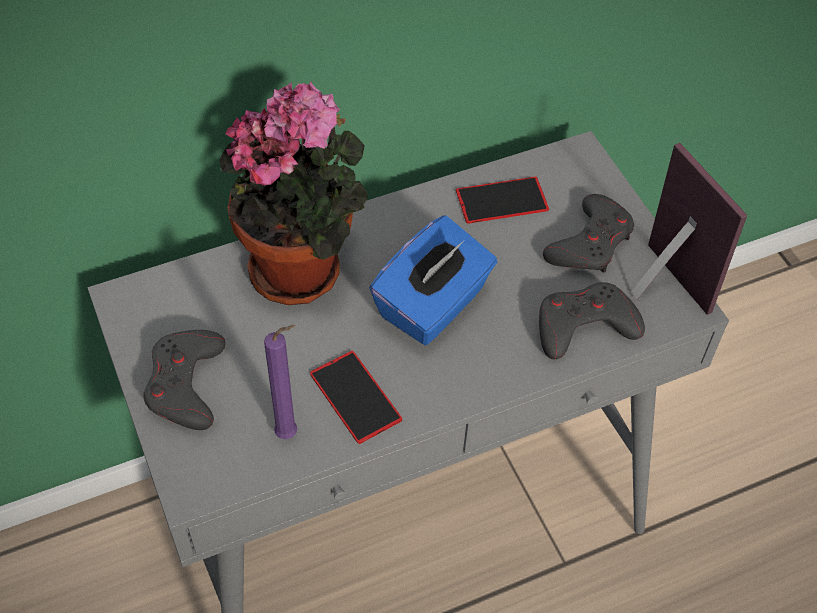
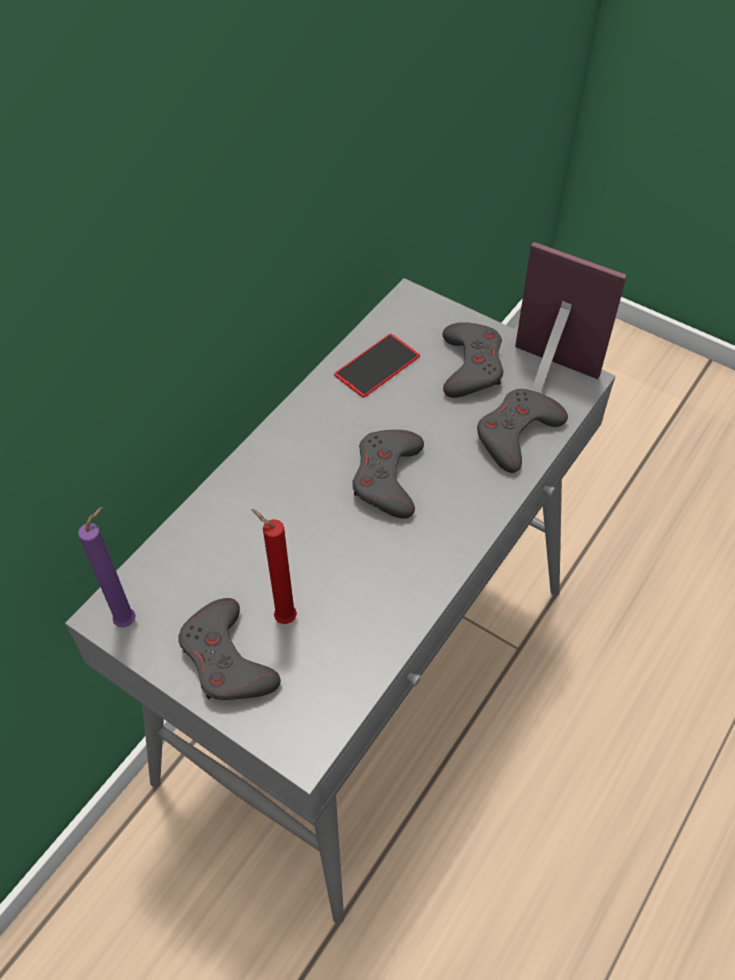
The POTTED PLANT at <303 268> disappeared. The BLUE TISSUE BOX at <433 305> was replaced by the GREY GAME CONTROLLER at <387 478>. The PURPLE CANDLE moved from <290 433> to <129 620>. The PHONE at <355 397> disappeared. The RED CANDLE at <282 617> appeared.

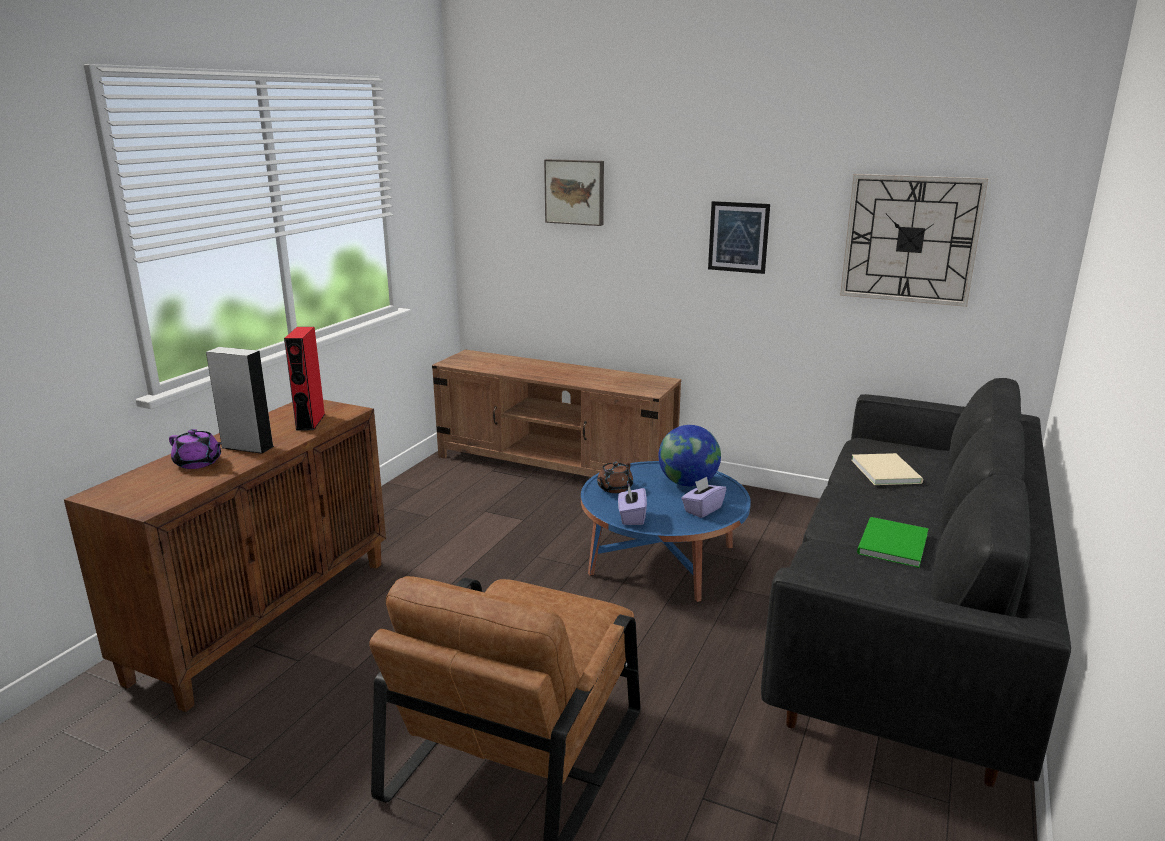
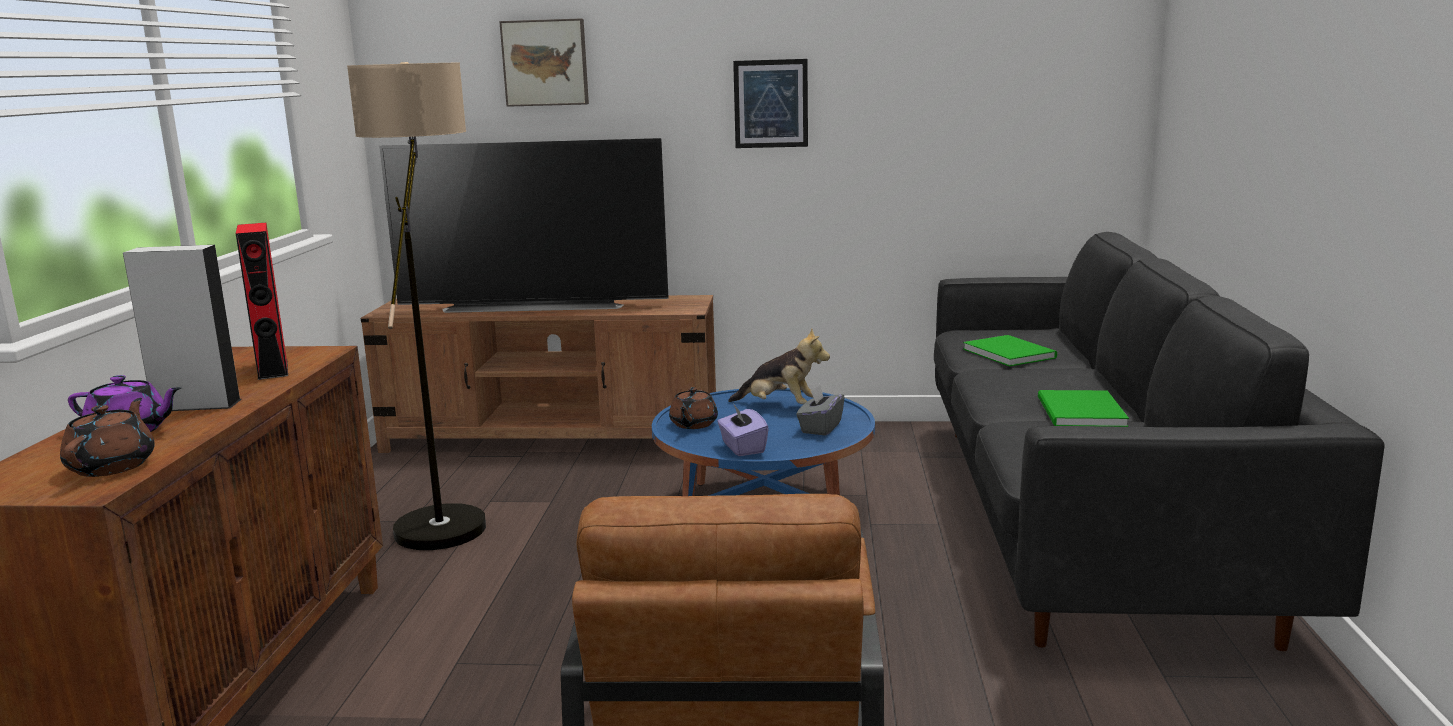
The WALL CLOCK at <910 239> disappeared. The GLOBE at <688 483> was replaced by the PLUSH TOY at <780 406>. The BEIGE BOOK at <886 470> became the GREEN BOOK at <1009 352>. The PURPLE TISSUE BOX at <702 509> became the GREY TISSUE BOX at <820 428>. The FLOOR LAMP at <447 515> appeared. The TELEVISION at <535 305> appeared. The BROWN TEAPOT at <113 466> appeared.

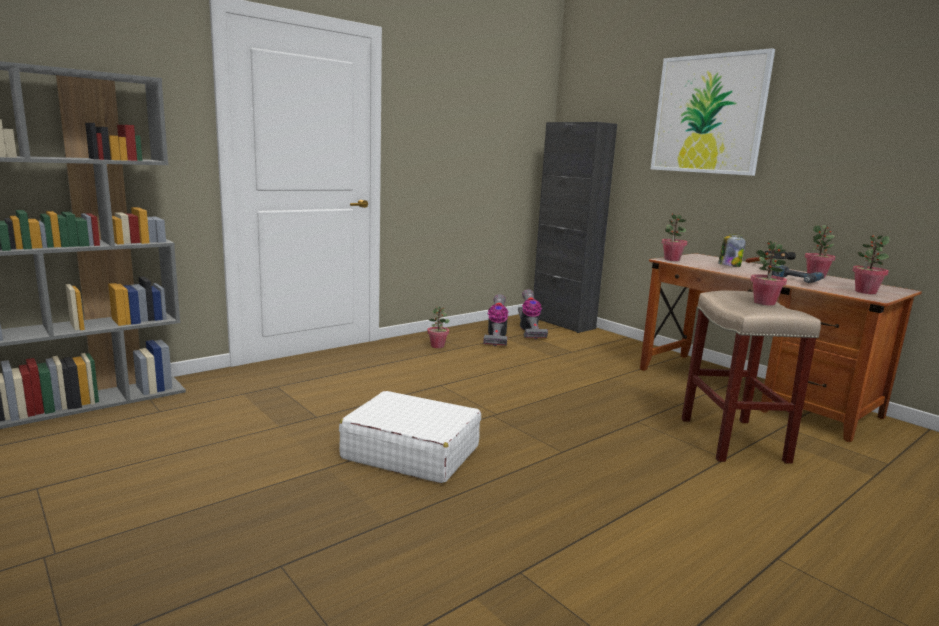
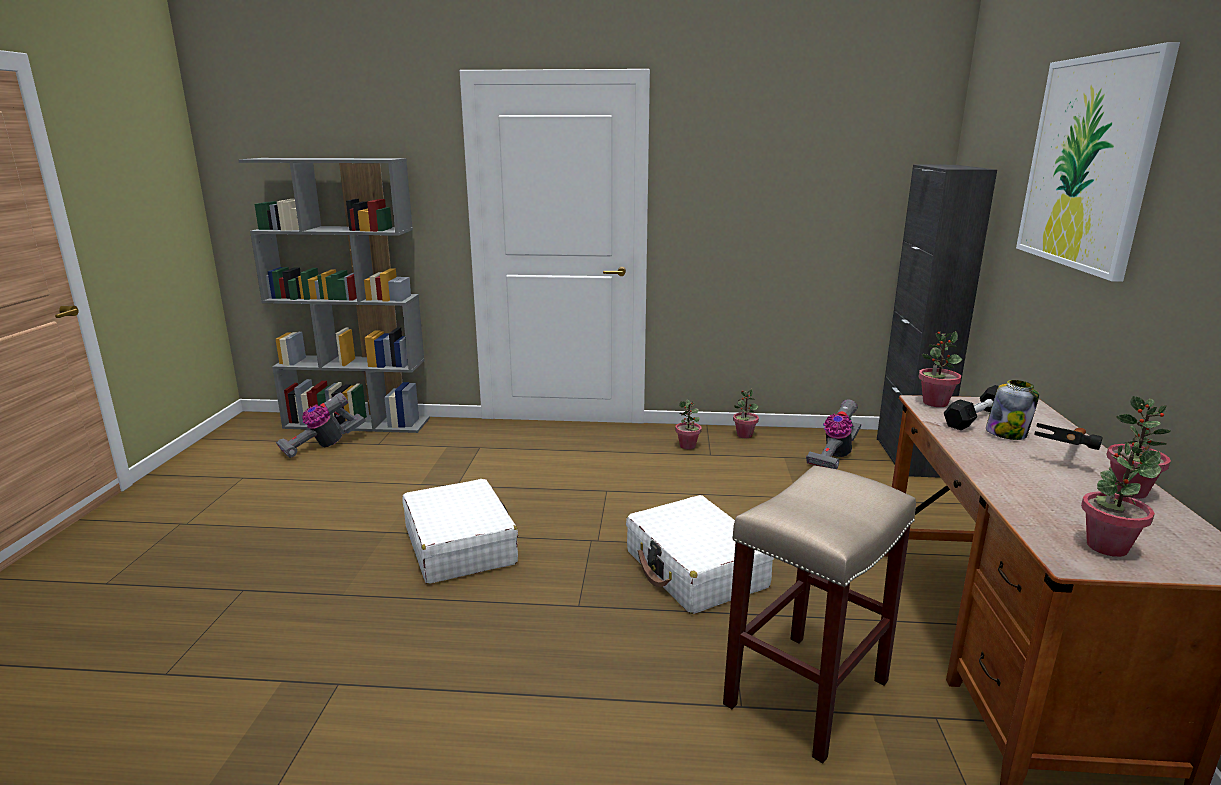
The POTTED PLANT moved from <764 303> to <744 435>. The POWER DRILL at <793 280> disappeared. The VACUUM CLEANER moved from <496 338> to <322 446>. The BLACK DUMBBELL at <976 418> appeared. The WHITE SUITCASE at <695 570> appeared.

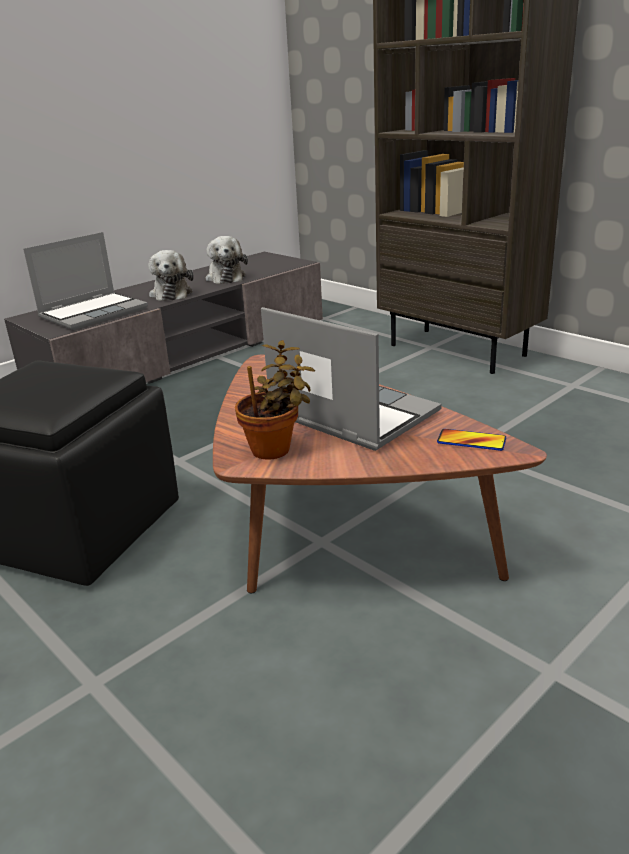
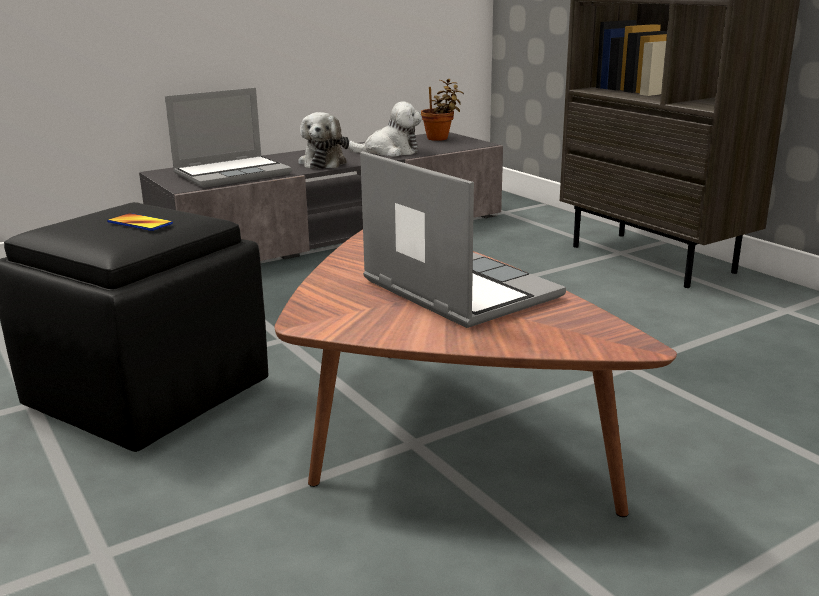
The PLUSH TOY at <225 277> turned 90 degrees counterclockwise. The POTTED PLANT moved from <275 450> to <440 138>. The PHONE moved from <471 441> to <140 223>.

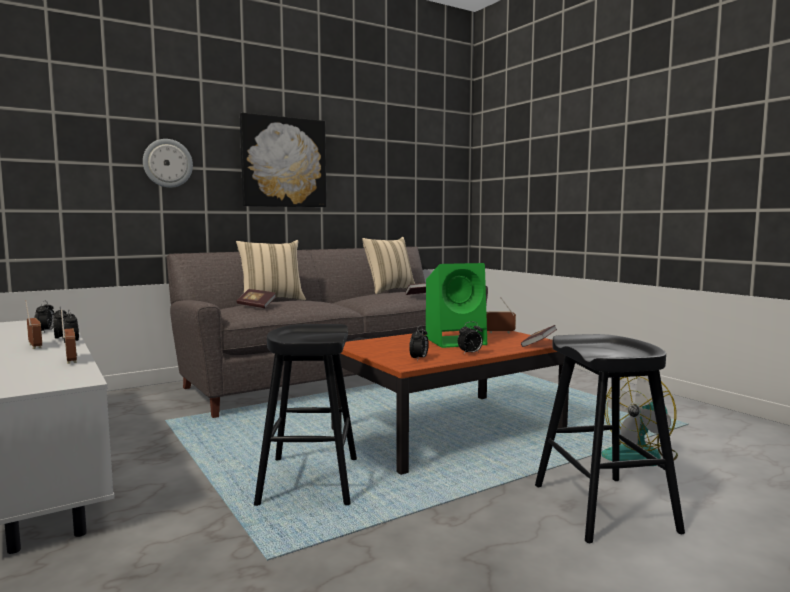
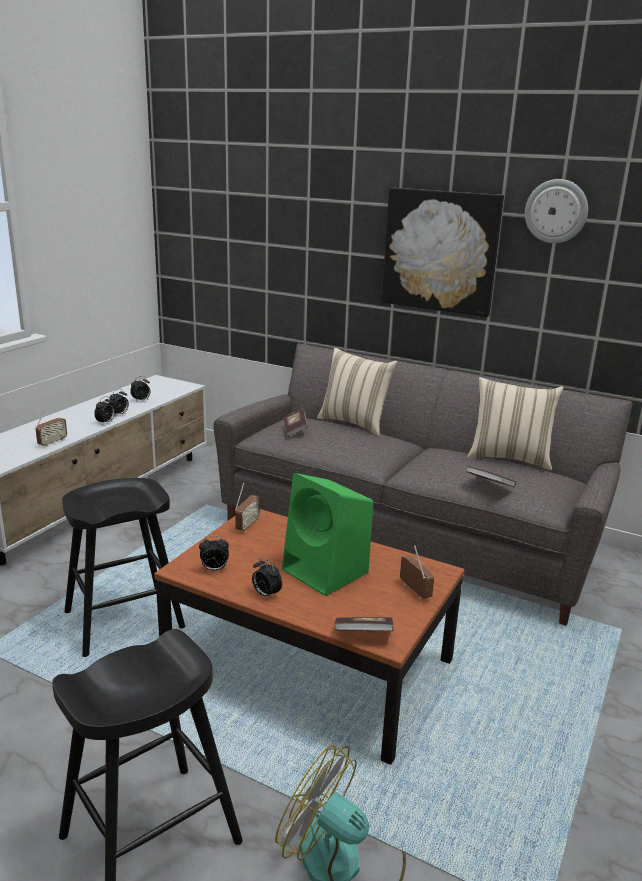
The WALL CLOCK moved from <167 163> to <556 211>. The RADIO moved from <34 346> to <247 525>.

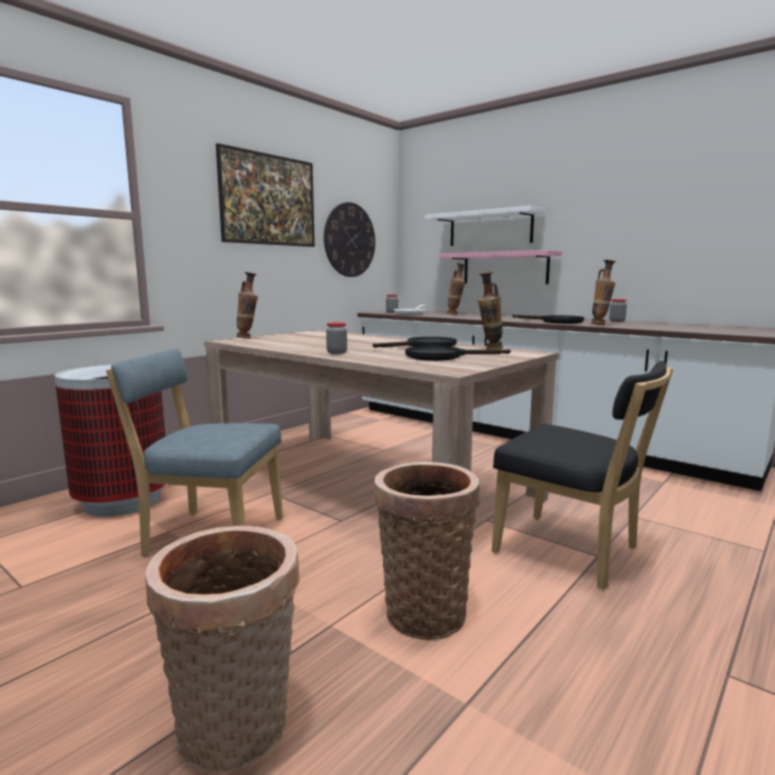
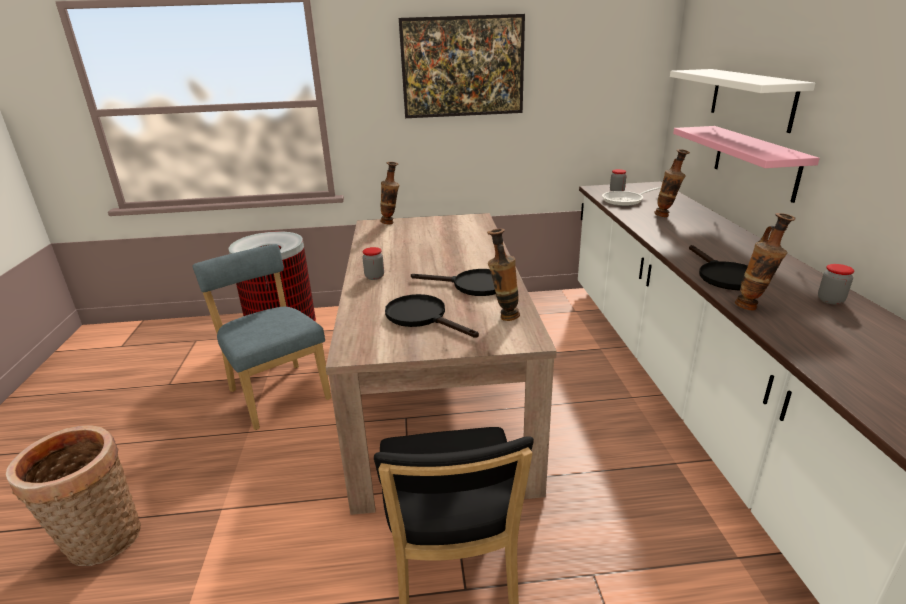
The WALL CLOCK at <349 240> disappeared. The BASKET at <424 610> disappeared.

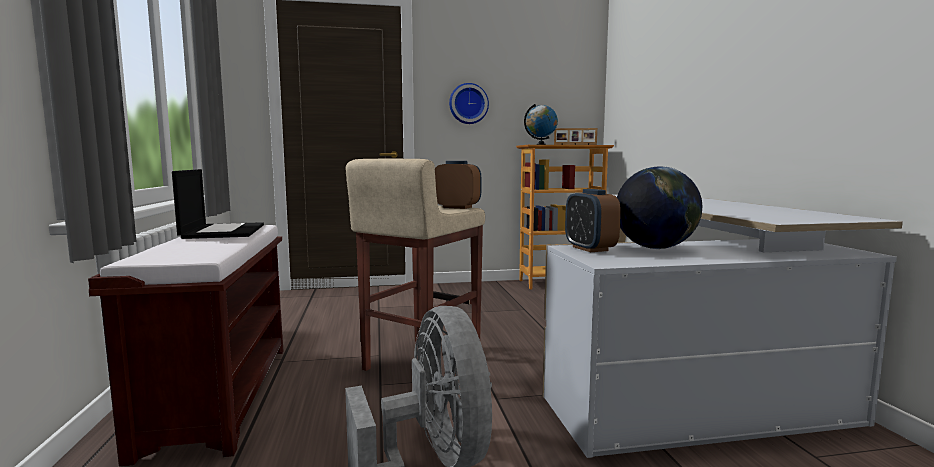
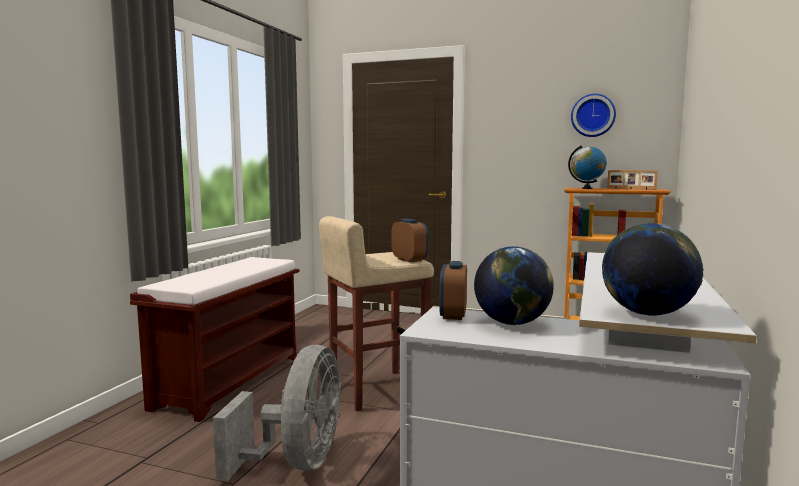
The WALL CLOCK moved from <468 104> to <593 115>. The LAPTOP at <223 231> disappeared. The GLOBE at <647 314> appeared.

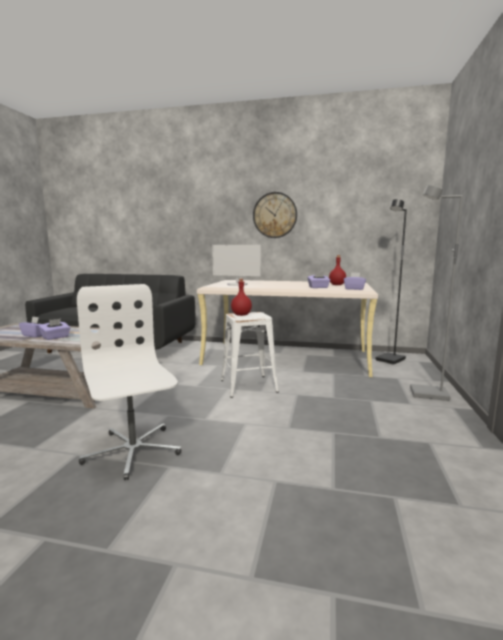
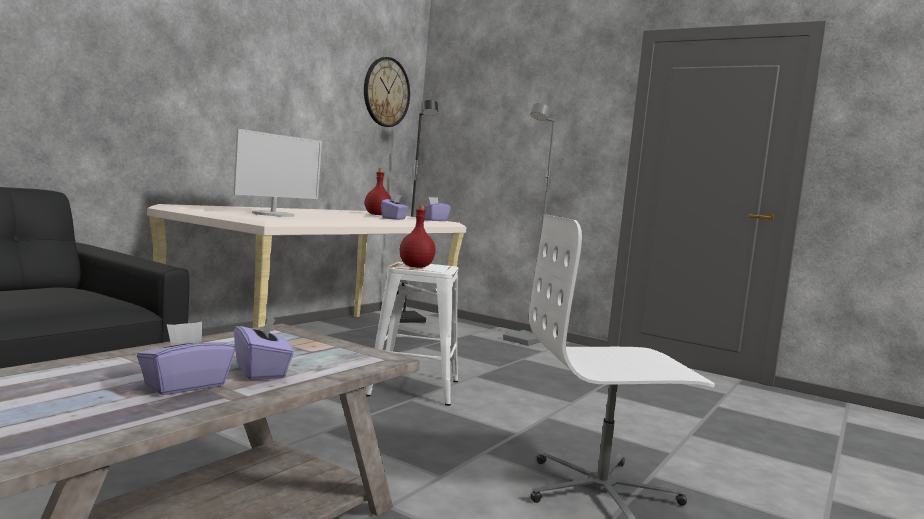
The WALL CLOCK moved from <275 215> to <386 92>.

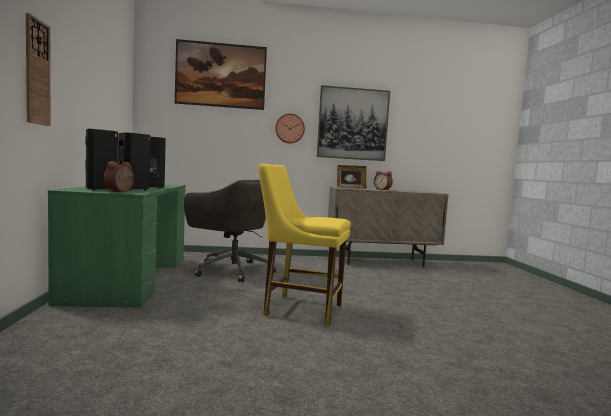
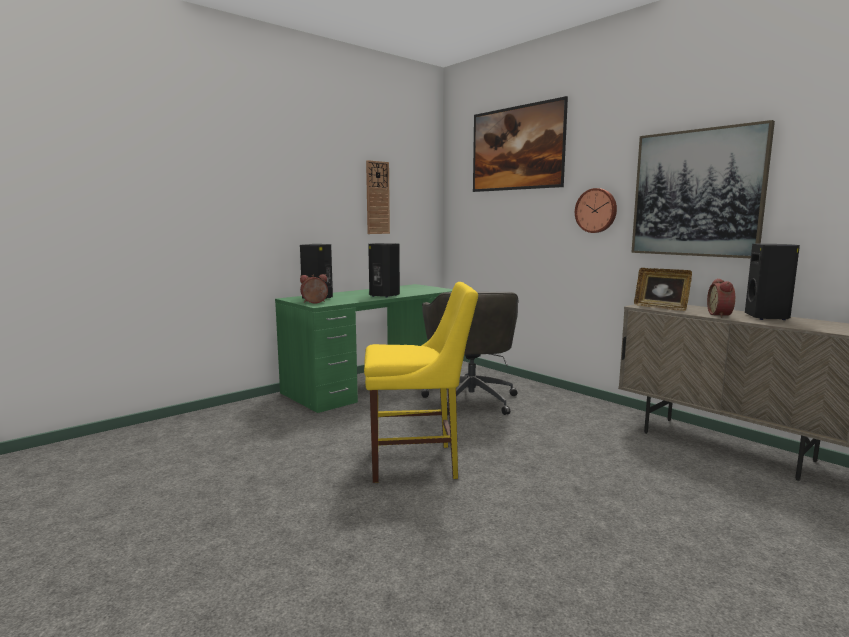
The WALL CLOCK moved from <37 72> to <377 198>. The BLACK SPEAKER moved from <134 189> to <767 317>. The YELLOW CHAIR at <299 309> turned 105 degrees clockwise.

